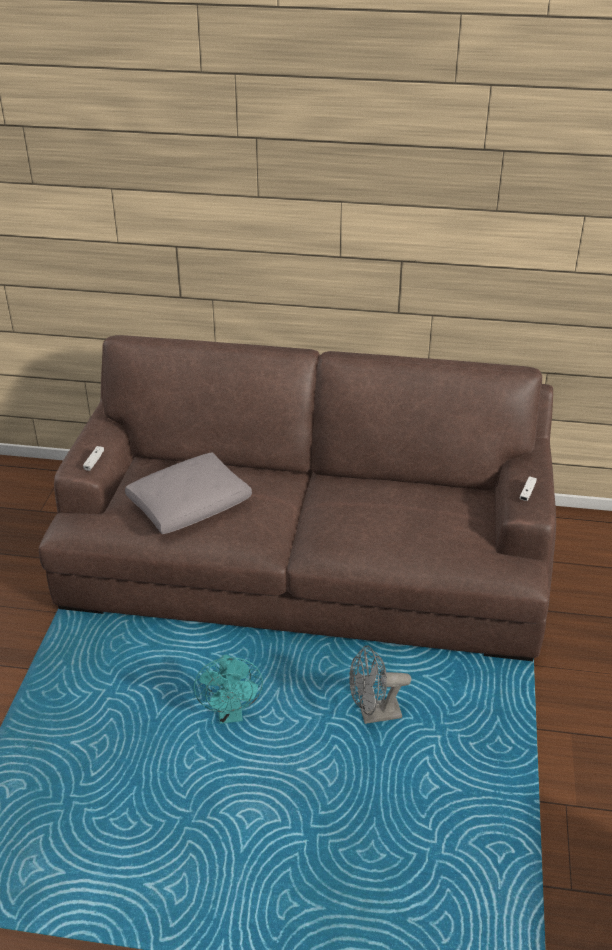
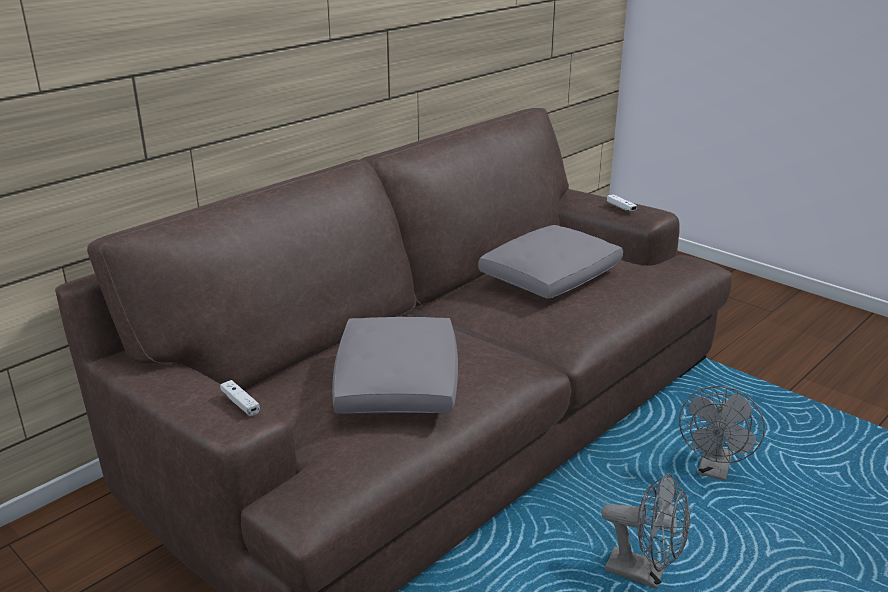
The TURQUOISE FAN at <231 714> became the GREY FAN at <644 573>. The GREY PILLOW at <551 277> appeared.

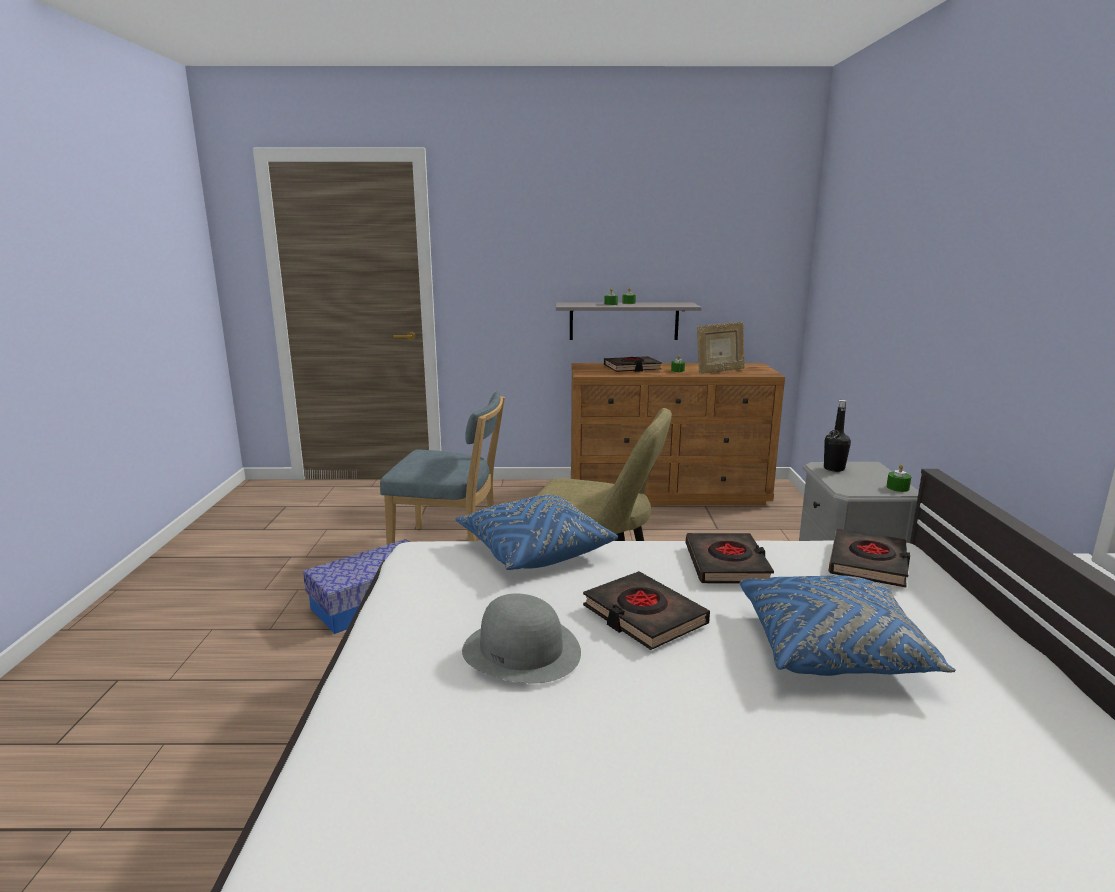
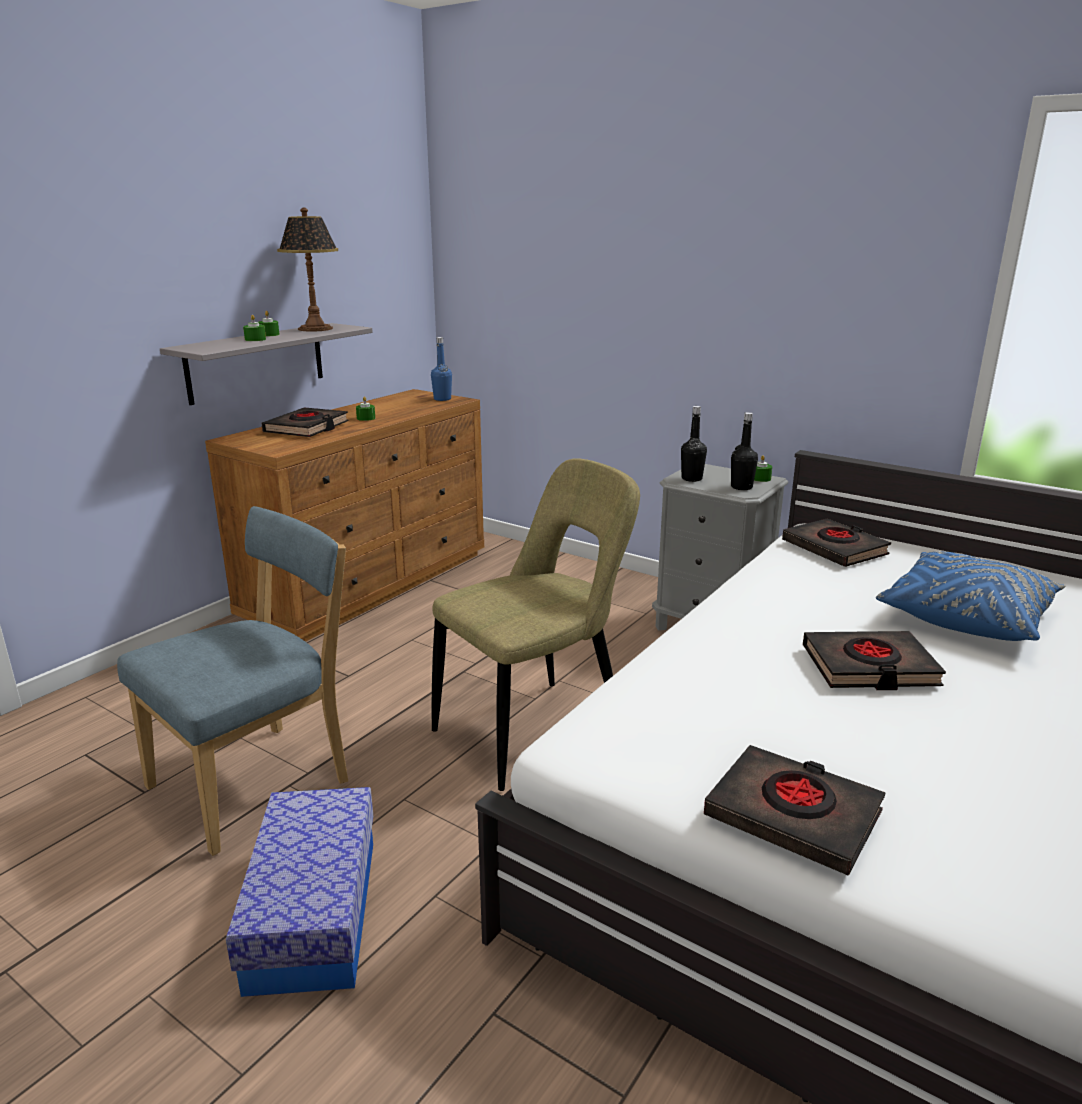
The PICTURE FRAME at <719 371> disappeared. The BLUE PILLOW at <534 550> disappeared. The BLACK BOOK moved from <727 564> to <793 815>. The GREY HAT at <522 650> disappeared. The TABLE LAMP at <316 329> appeared. The BLUE BOTTLE at <442 399> appeared. The BLACK BOTTLE at <741 487> appeared.

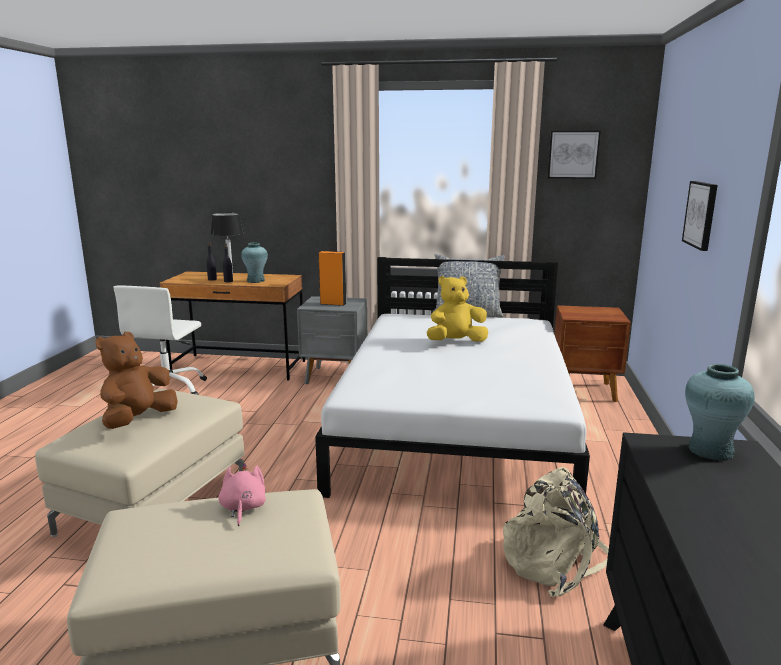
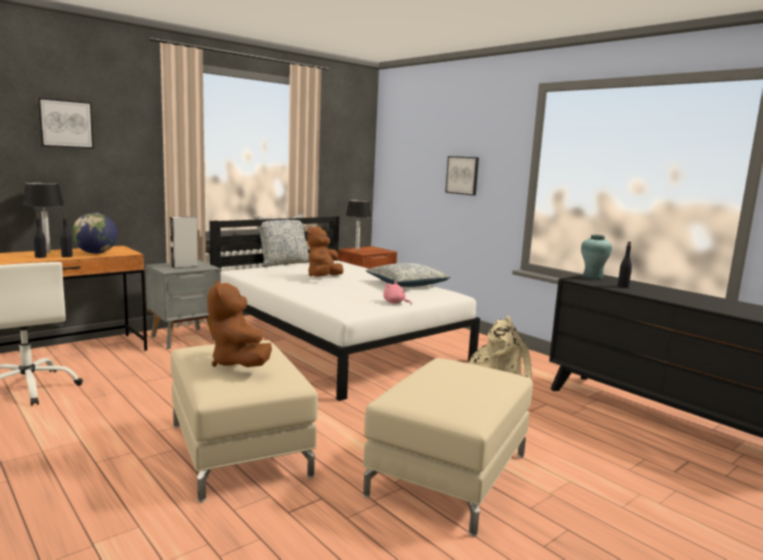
The PICTURE moved from <573 154> to <66 124>. The TURQUOISE VASE at <256 281> was replaced by the GLOBE at <96 253>. The ORANGE SPEAKER at <333 303> became the GREY SPEAKER at <184 266>. The YELLOW PLUSH TOY at <456 342> became the BROWN PLUSH TOY at <323 278>. The PINK PLUSH TOY moved from <243 508> to <395 303>. The TABLE LAMP at <357 249> appeared. The BLACK BOTTLE at <623 286> appeared. The PILLOW at <407 284> appeared.

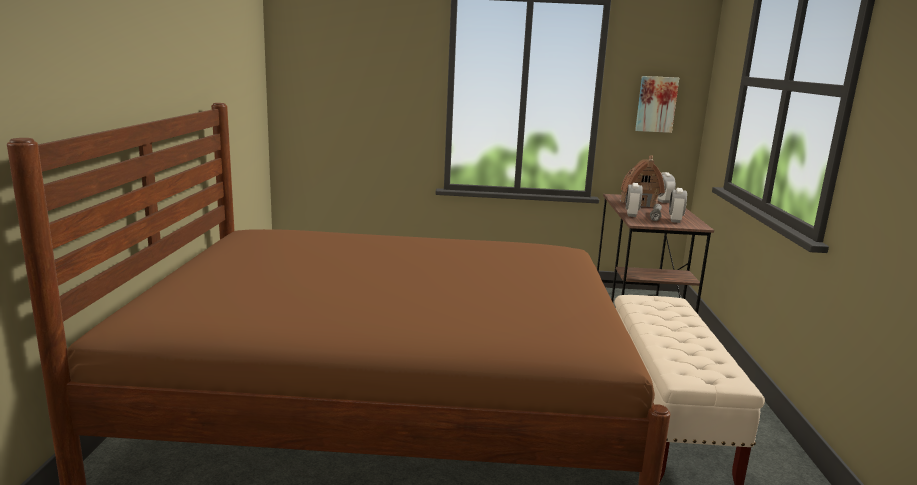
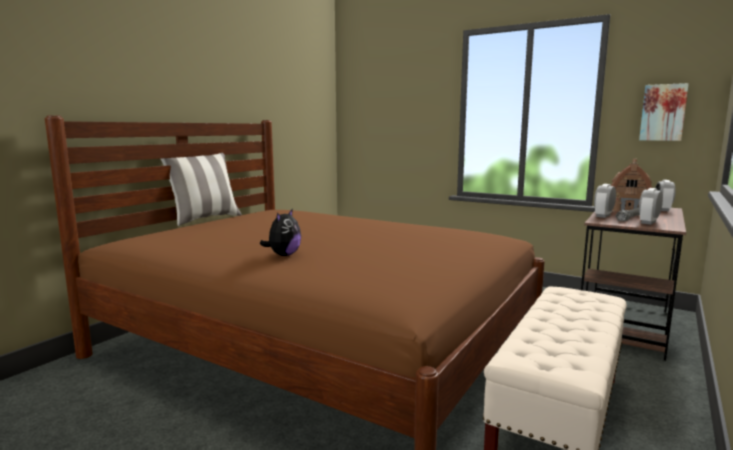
The PILLOW at <204 219> appeared. The PLUSH TOY at <283 255> appeared.

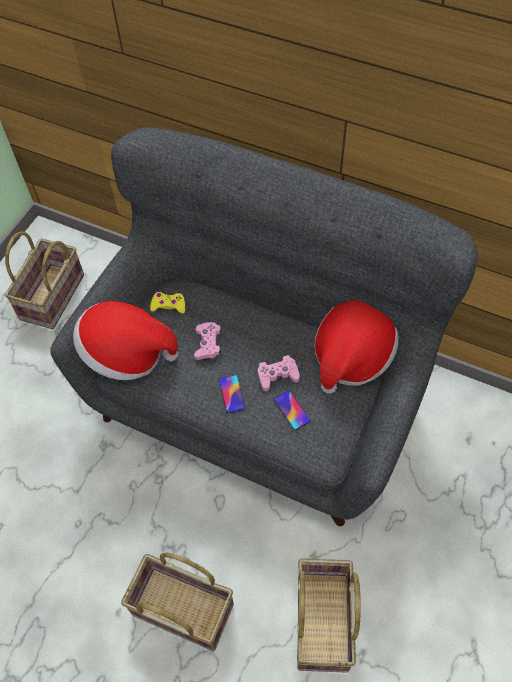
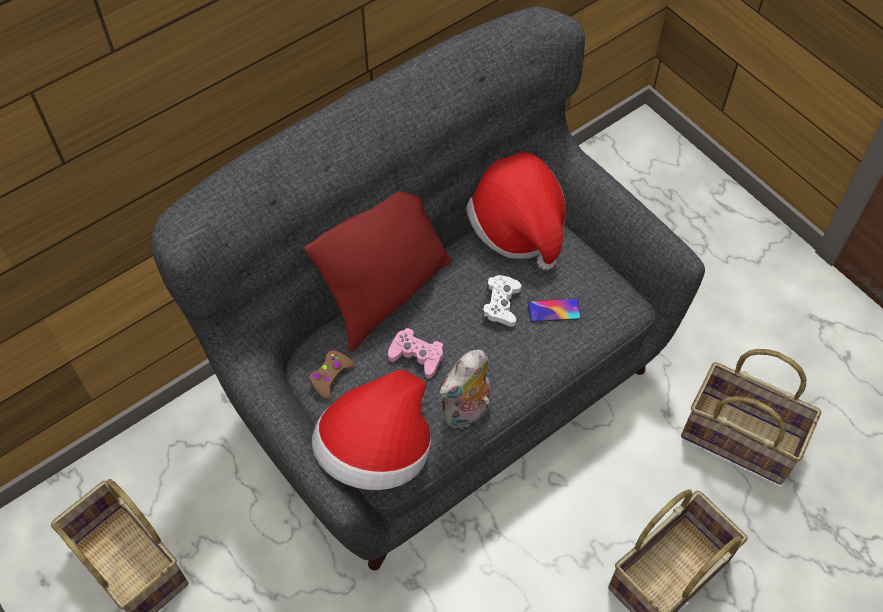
The YELLOW GAME CONTROLLER at <168 305> became the BROWN GAME CONTROLLER at <330 376>. The PINK GAME CONTROLLER at <277 375> became the WHITE GAME CONTROLLER at <501 304>. The PHONE at <232 394> disappeared. The RED PILLOW at <387 294> appeared. The PLUSH TOY at <467 412> appeared.

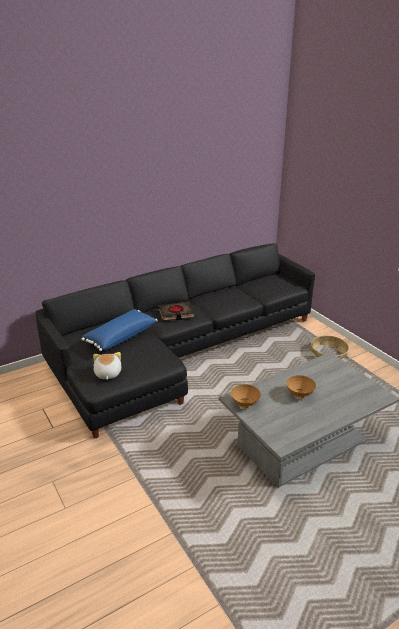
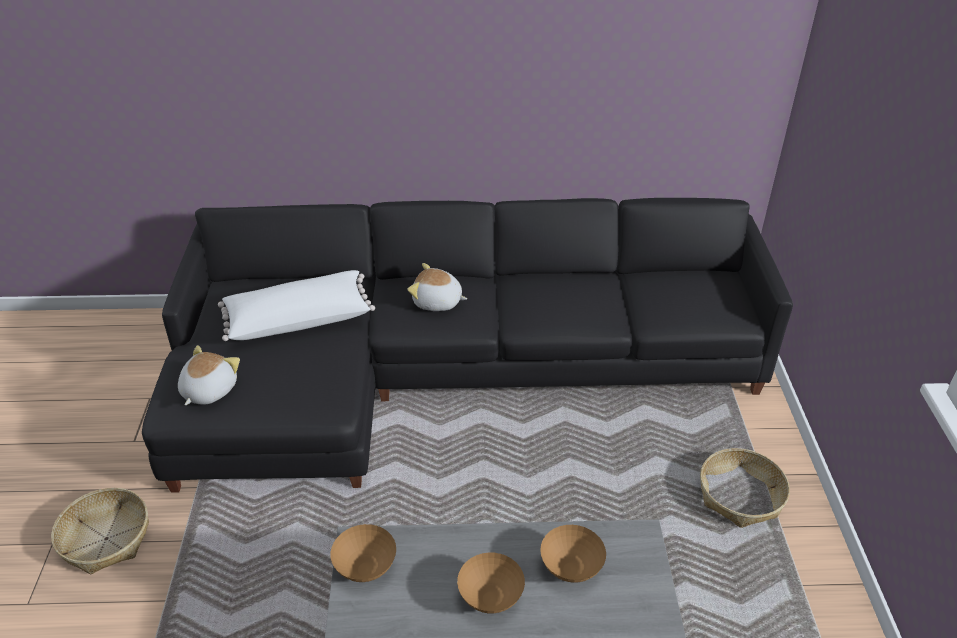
The BLACK BOOK at <176 313> was replaced by the PLUSH TOY at <437 302>. The BLUE PILLOW at <120 336> became the WHITE PILLOW at <298 319>. The BASKET at <106 538> appeared. The BROWN BOWL at <572 569> appeared.

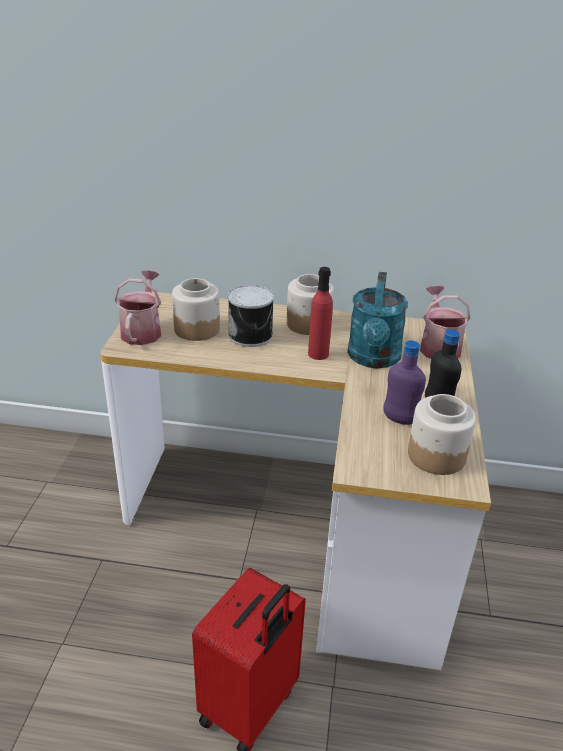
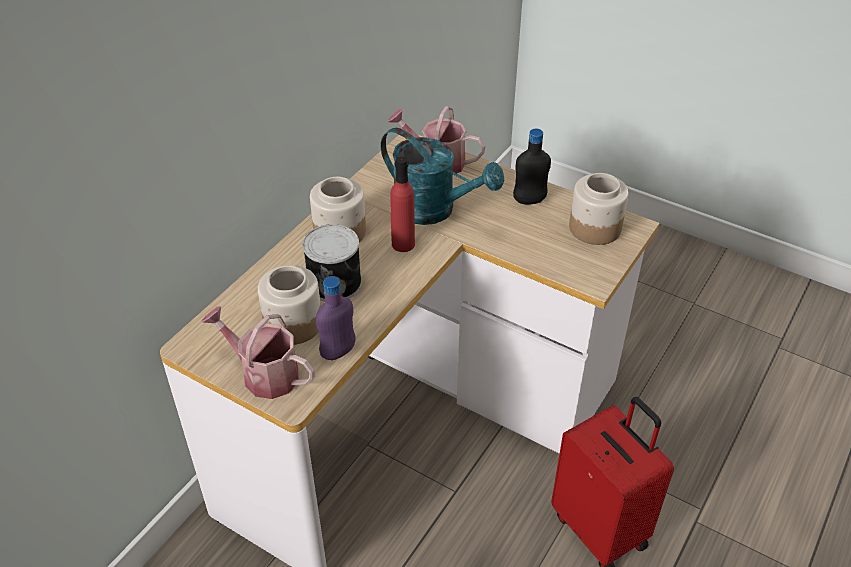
The PURPLE BOTTLE moved from <399 419> to <338 352>.

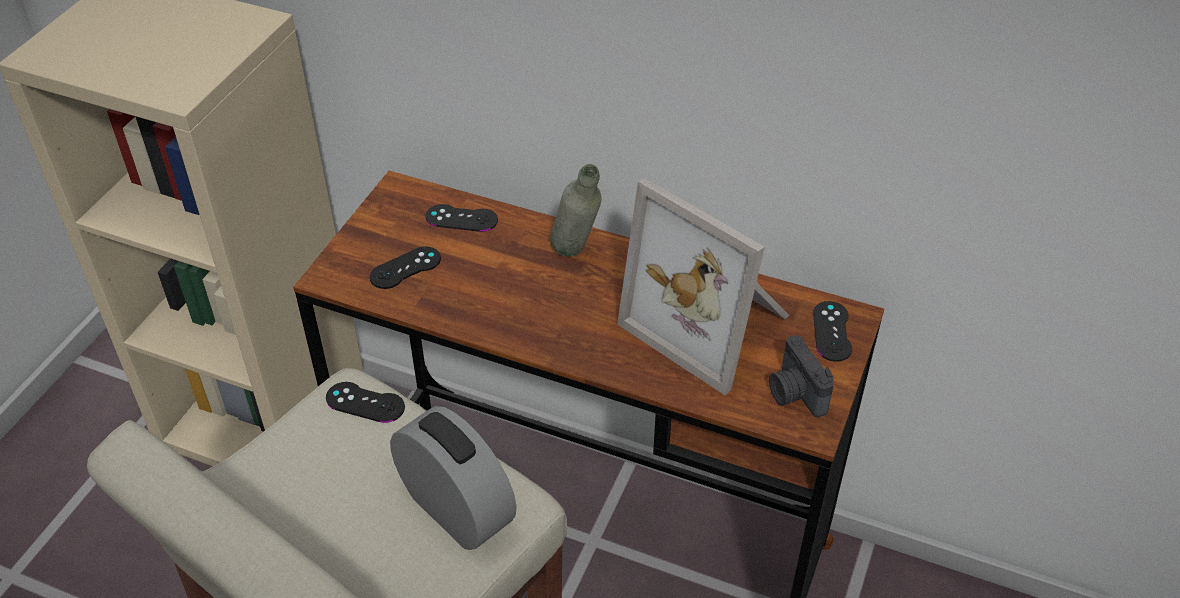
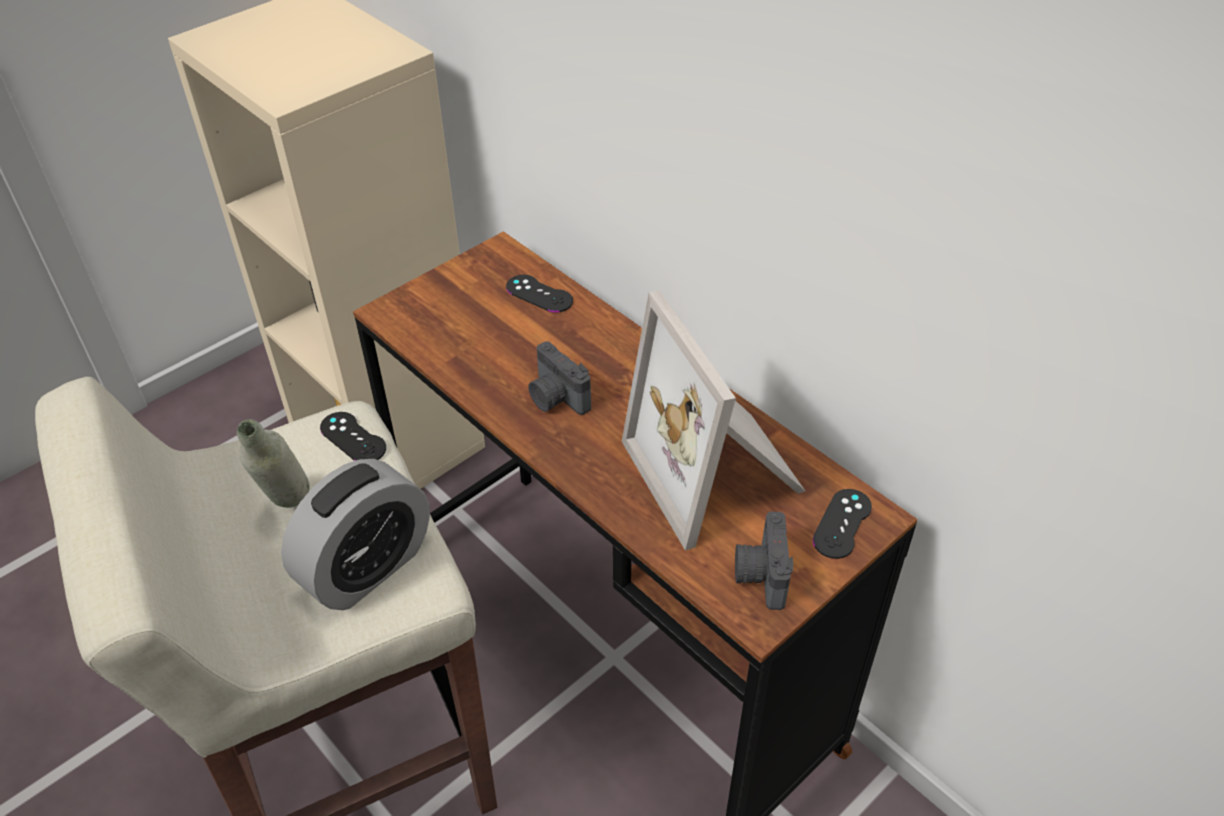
The GREY BOTTLE moved from <576 258> to <289 511>. The BLACK GAME CONTROLLER at <405 268> disappeared. The ALARM CLOCK at <456 509> turned 60 degrees clockwise. The PHOTO CAMERA at <556 398> appeared.

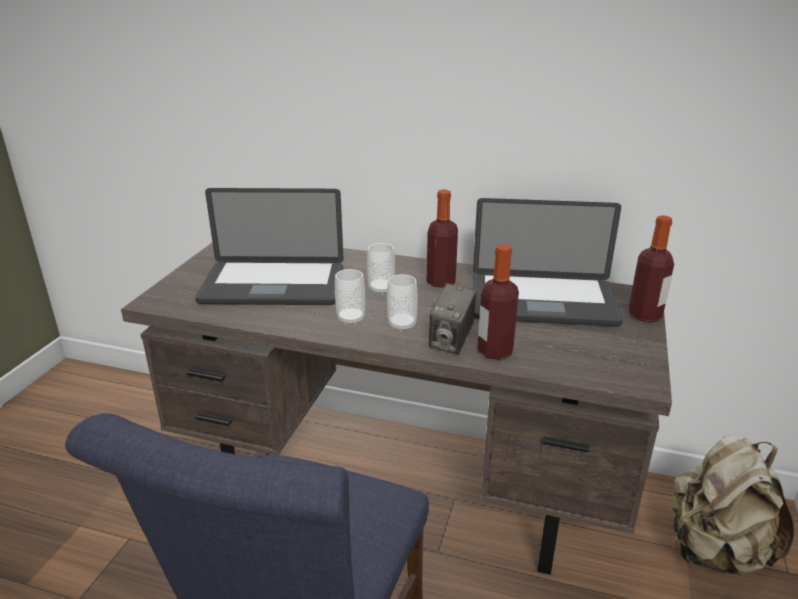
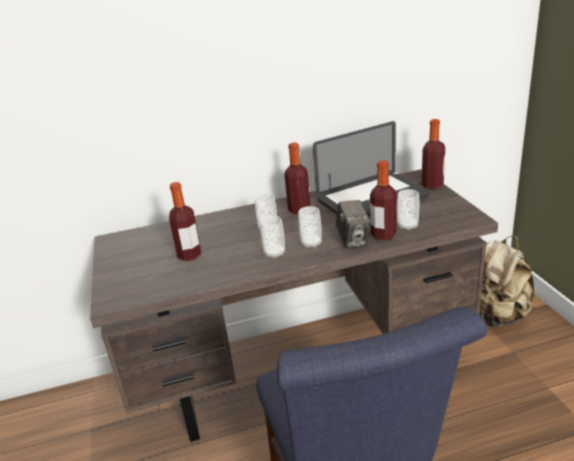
The LAPTOP at <273 286> was replaced by the BOTTLE at <189 255>. The CUP at <407 226> appeared.

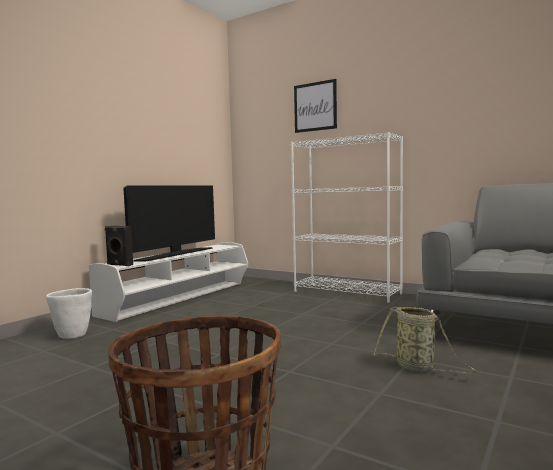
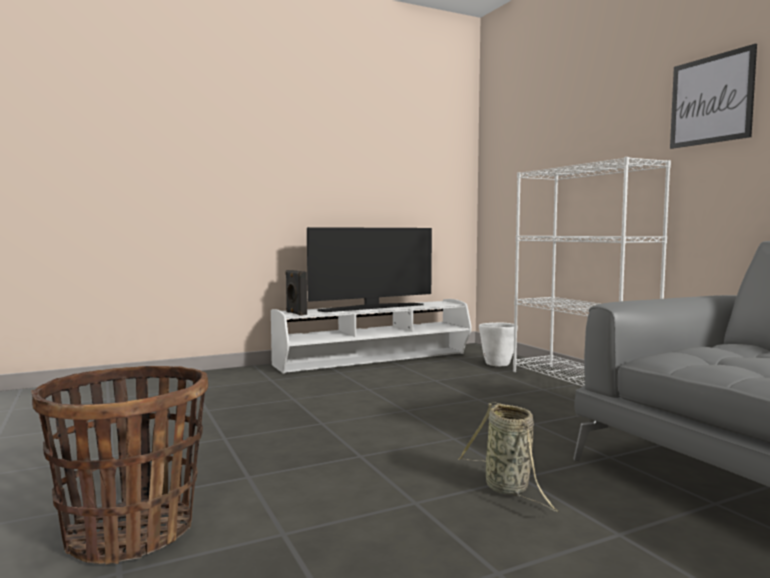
The PICTURE moved from <315 106> to <711 100>. The WHITE PLANTER moved from <72 335> to <497 364>.

